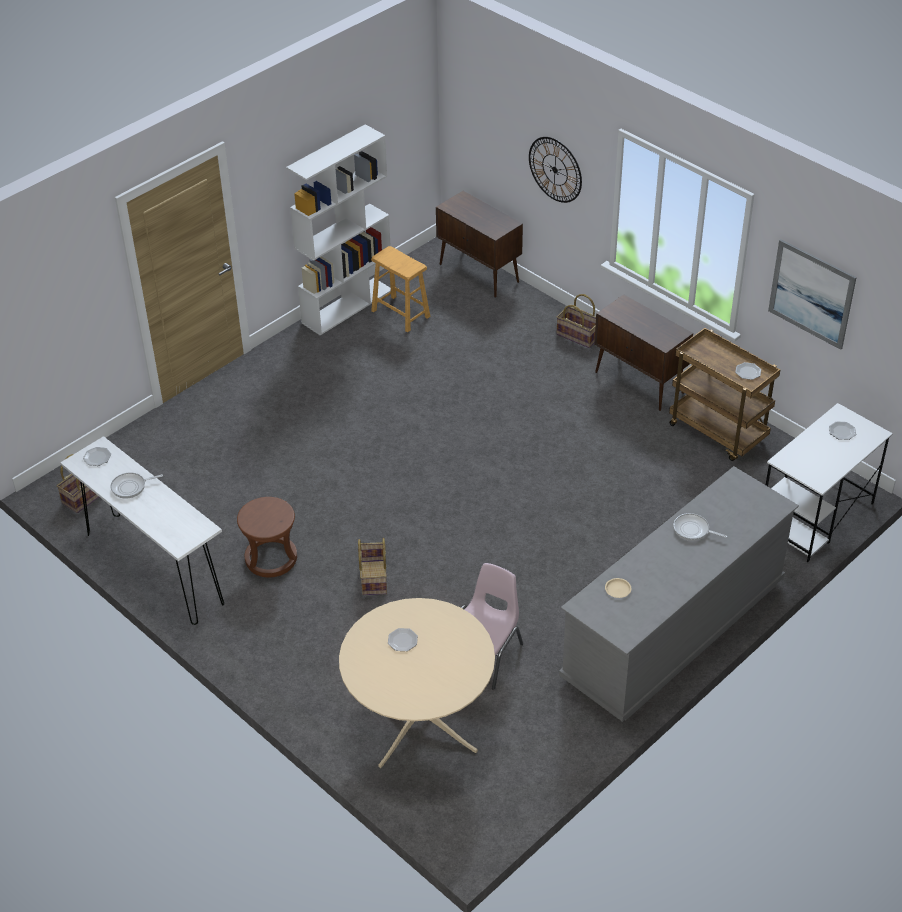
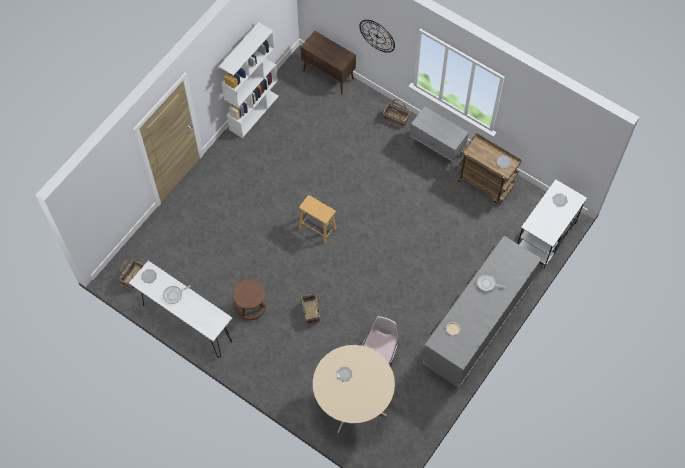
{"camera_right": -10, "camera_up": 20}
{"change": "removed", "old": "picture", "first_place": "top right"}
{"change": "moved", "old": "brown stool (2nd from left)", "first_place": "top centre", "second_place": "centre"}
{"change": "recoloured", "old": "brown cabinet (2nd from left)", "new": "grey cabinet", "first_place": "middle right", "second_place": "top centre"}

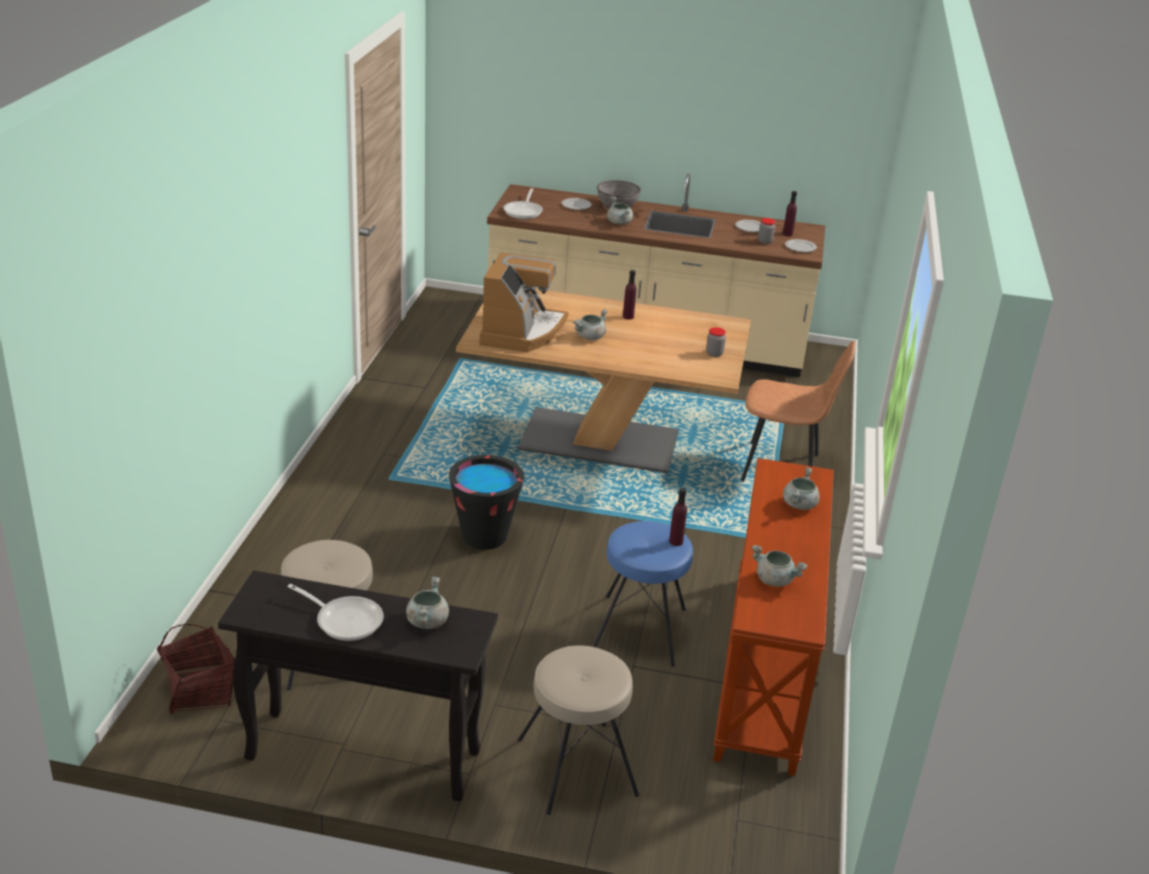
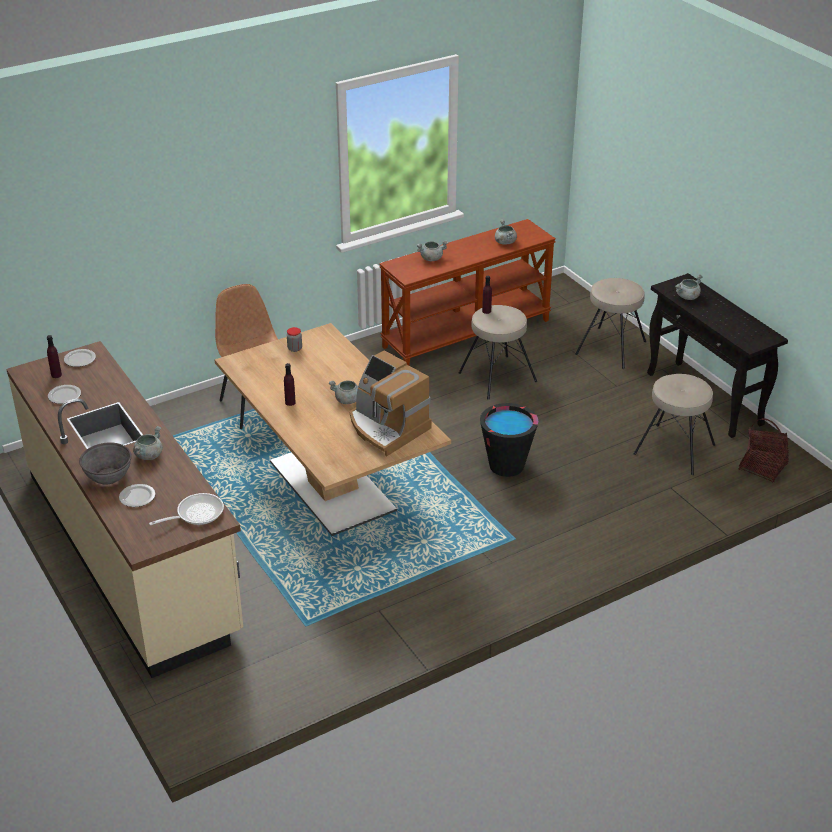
{"camera_right": -130, "camera_up": 5}
{"change": "removed", "old": "frying pan (1st from left)", "first_place": "bottom left"}
{"change": "removed", "old": "jar (2nd from left)", "first_place": "top right"}
{"change": "recoloured", "old": "blue stool", "new": "beige stool (1st from left)", "first_place": "bottom centre", "second_place": "centre"}
{"change": "turned", "old": "coffee machine", "first_place": "centre", "second_place": "centre", "degrees": -105}

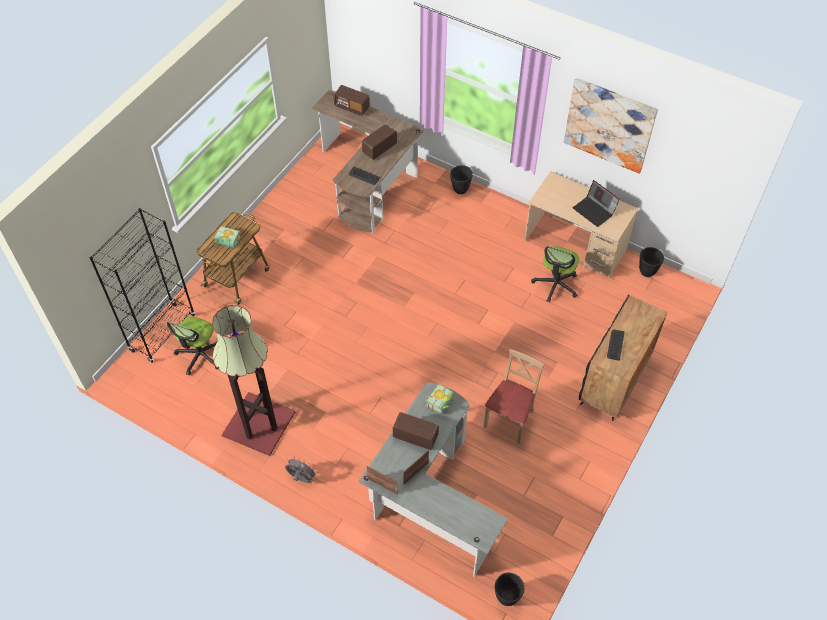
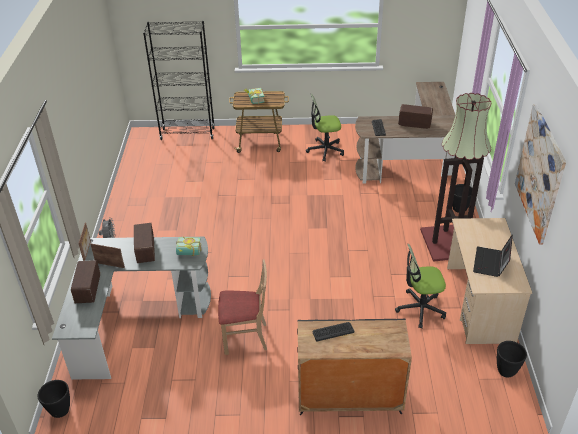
{"camera_right": 60, "camera_up": -15}
{"change": "moved", "old": "office chair (1st from left)", "first_place": "middle left", "second_place": "top centre"}
{"change": "moved", "old": "floor lamp", "first_place": "middle left", "second_place": "middle right"}
{"change": "moved", "old": "radio (1st from left)", "first_place": "top centre", "second_place": "middle left"}

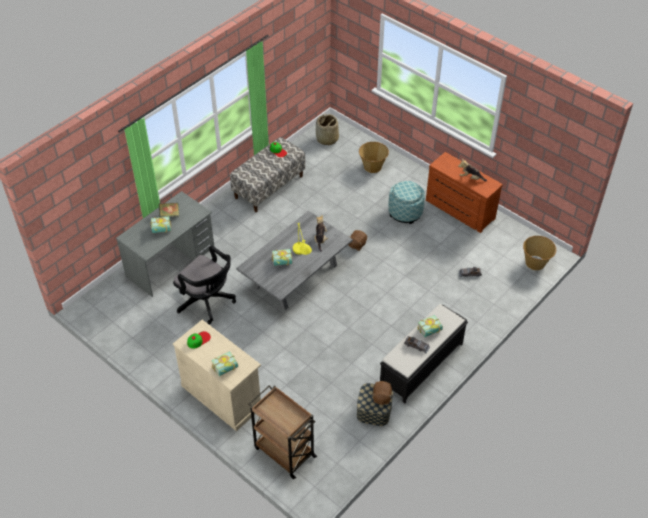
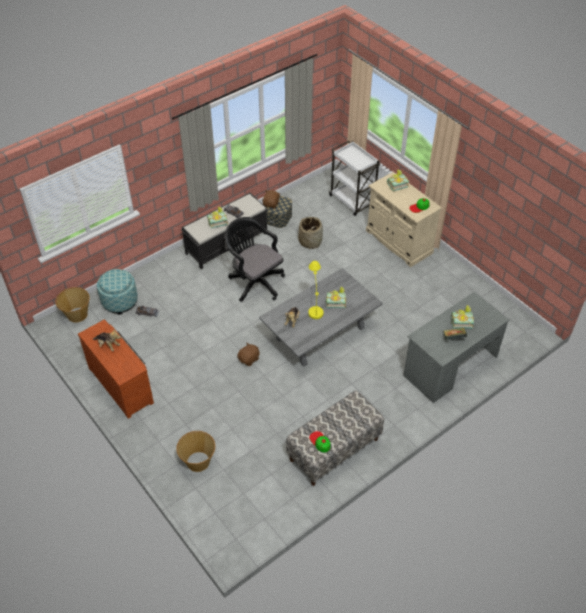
{"camera_right": -170, "camera_up": 0}
{"change": "moved", "old": "black office chair", "first_place": "middle left", "second_place": "centre"}
{"change": "moved", "old": "basket (1st from left in the first image)", "new": "basket (3rd from left)", "first_place": "top centre", "second_place": "centre"}
{"change": "moved", "old": "ottoman", "first_place": "centre", "second_place": "middle left"}
{"change": "recoloured", "old": "brown cart", "new": "white cart", "first_place": "bottom centre", "second_place": "top centre"}

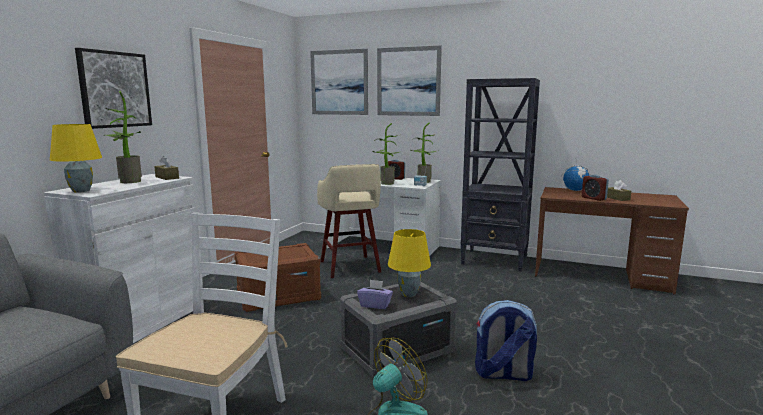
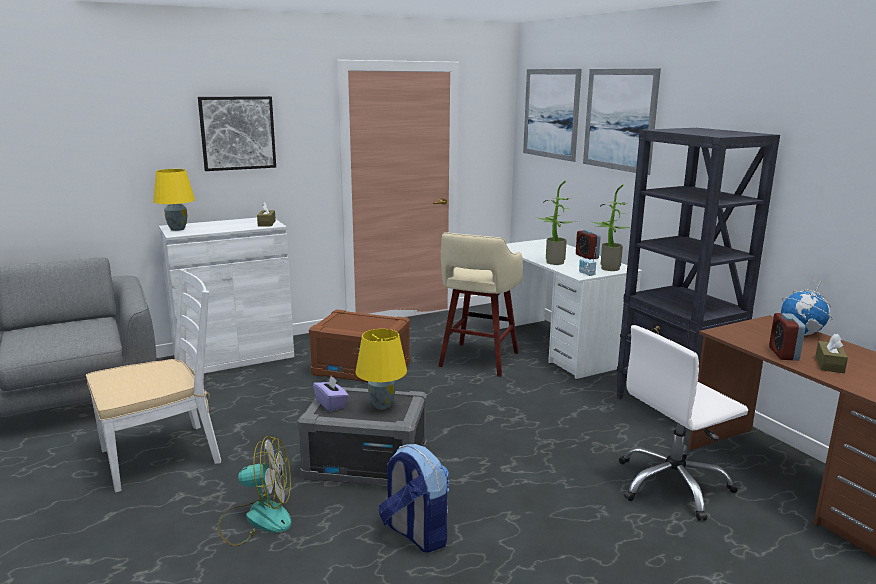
{"camera_right": 40, "camera_up": 5}
{"change": "removed", "old": "potted plant (1st from left)", "first_place": "top left"}
{"change": "added", "new": "white office chair", "second_place": "bottom right"}

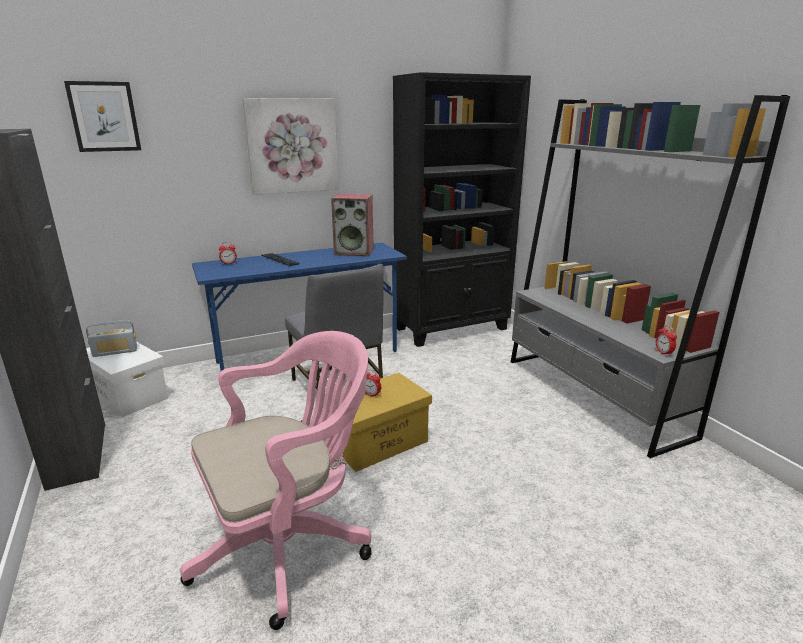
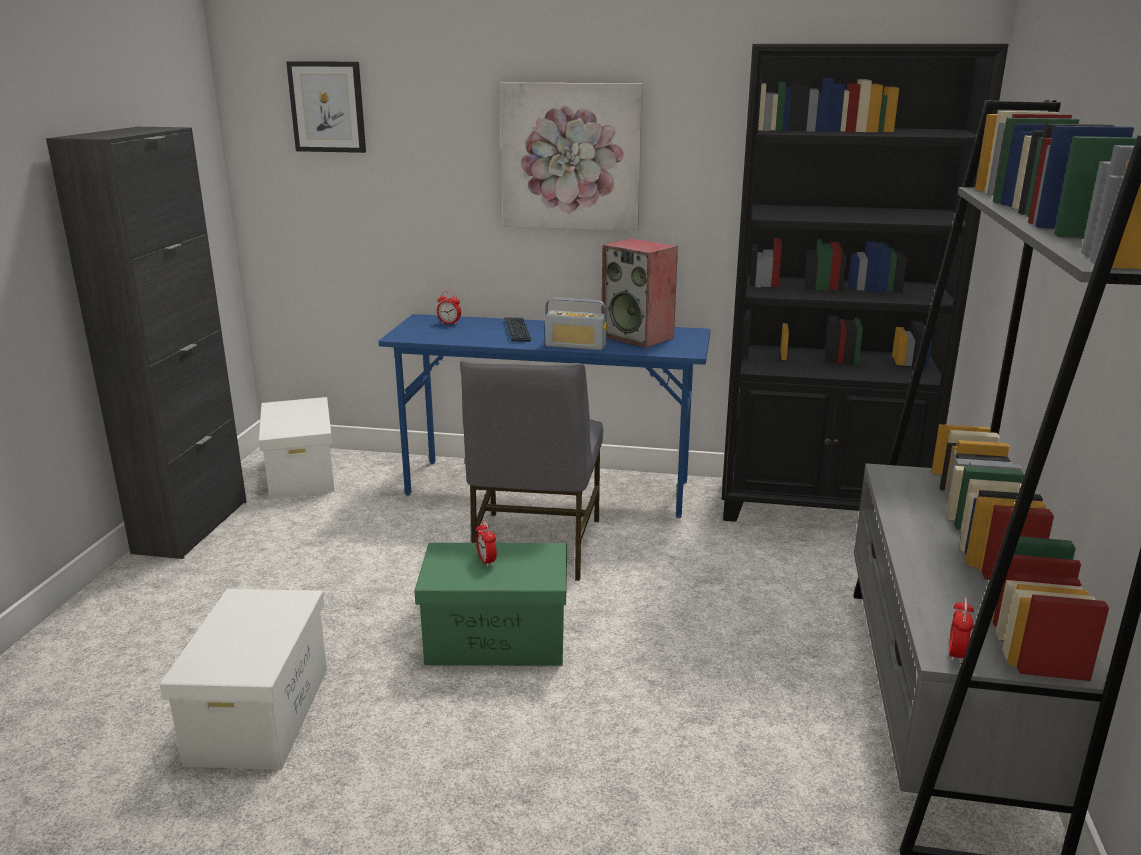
{"camera_right": 35, "camera_up": 0}
{"change": "moved", "old": "radio", "first_place": "middle left", "second_place": "centre"}
{"change": "replaced", "old": "pink office chair", "new": "white storage box (1st from left)", "first_place": "bottom centre", "second_place": "bottom left"}
{"change": "recoloured", "old": "yellow storage box", "new": "green storage box", "first_place": "centre", "second_place": "bottom centre"}

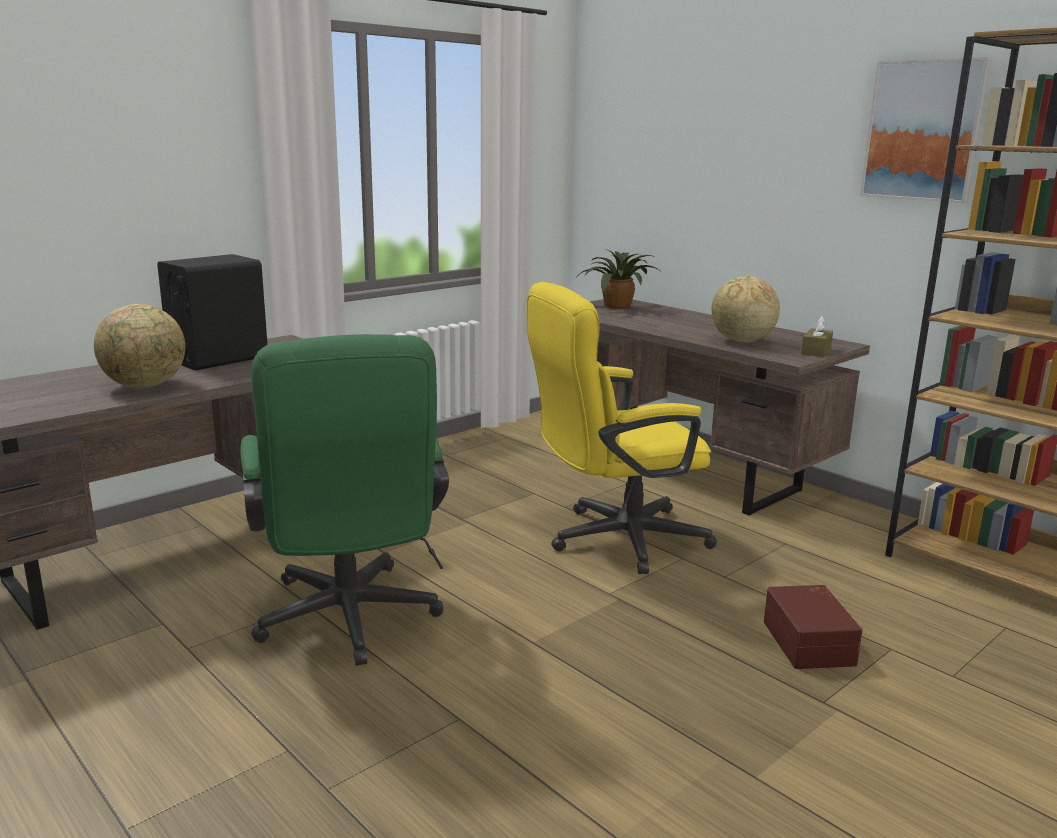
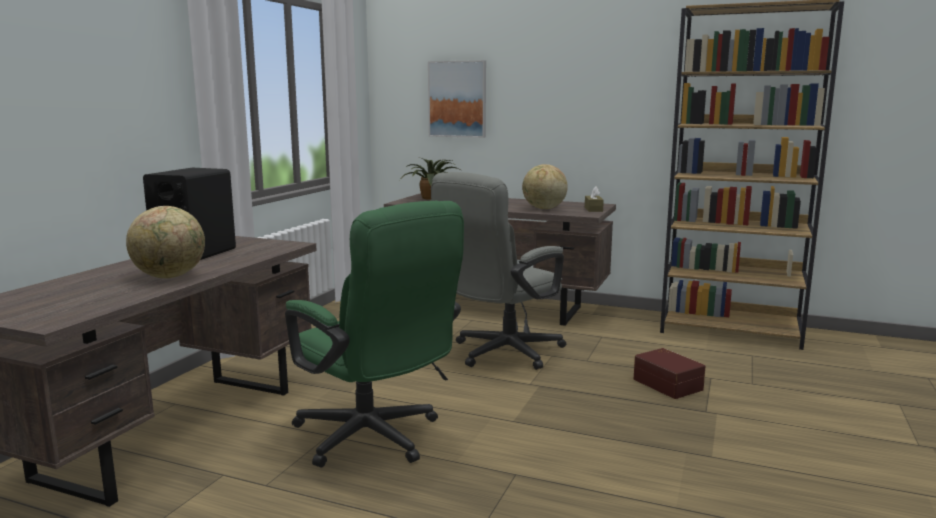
{"camera_right": -25, "camera_up": -5}
{"change": "moved", "old": "picture", "first_place": "top right", "second_place": "top centre"}
{"change": "recoloured", "old": "yellow office chair", "new": "grey office chair", "first_place": "centre", "second_place": "centre"}

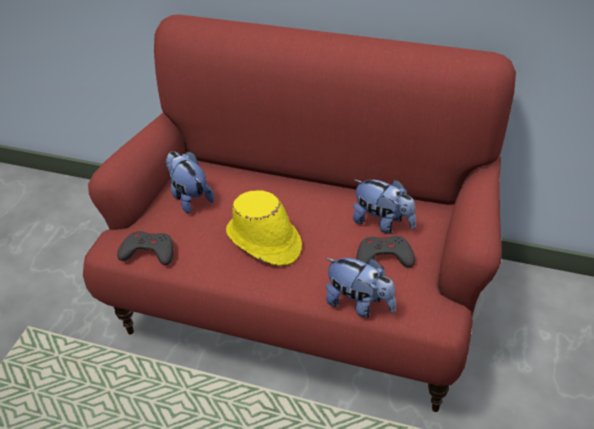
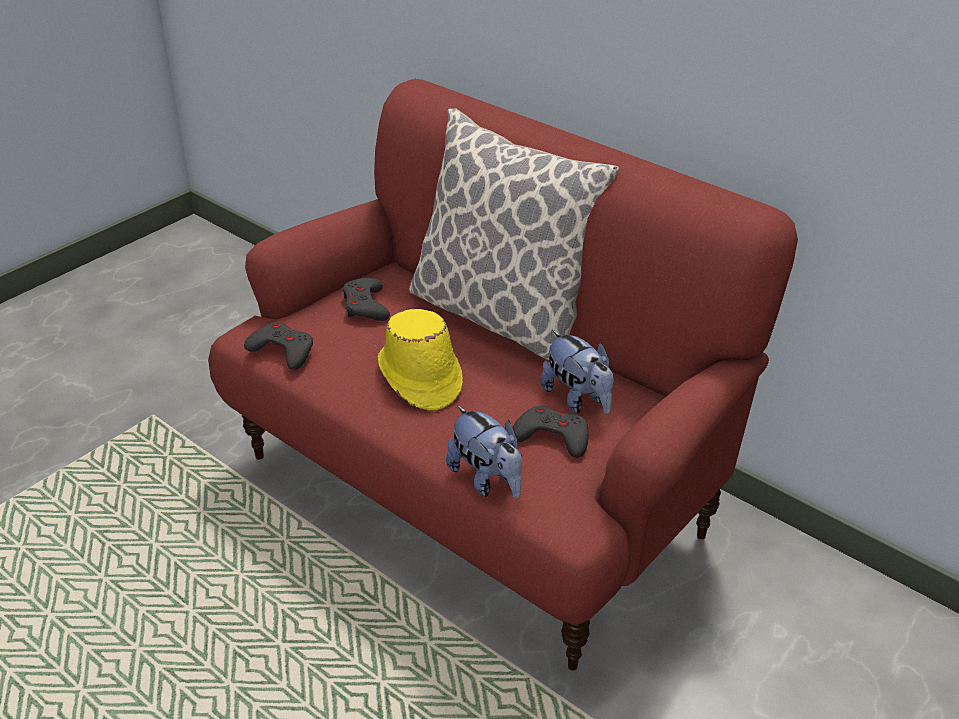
{"camera_right": 20, "camera_up": -5}
{"change": "added", "new": "pillow", "second_place": "top centre"}
{"change": "replaced", "old": "plush toy (1st from left)", "new": "grey game controller (2nd from left)", "first_place": "middle left", "second_place": "centre"}

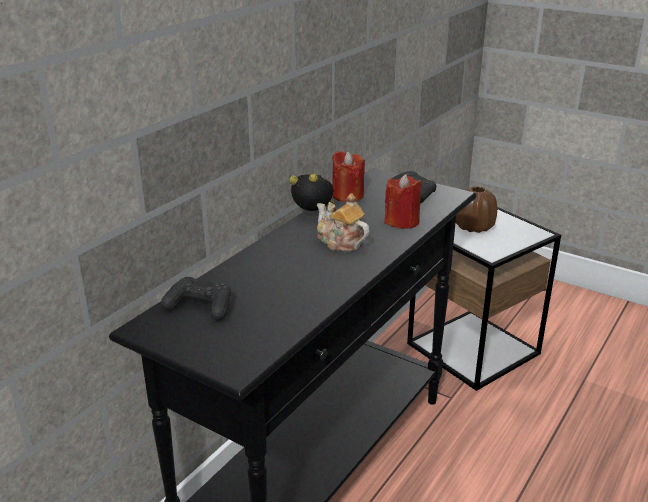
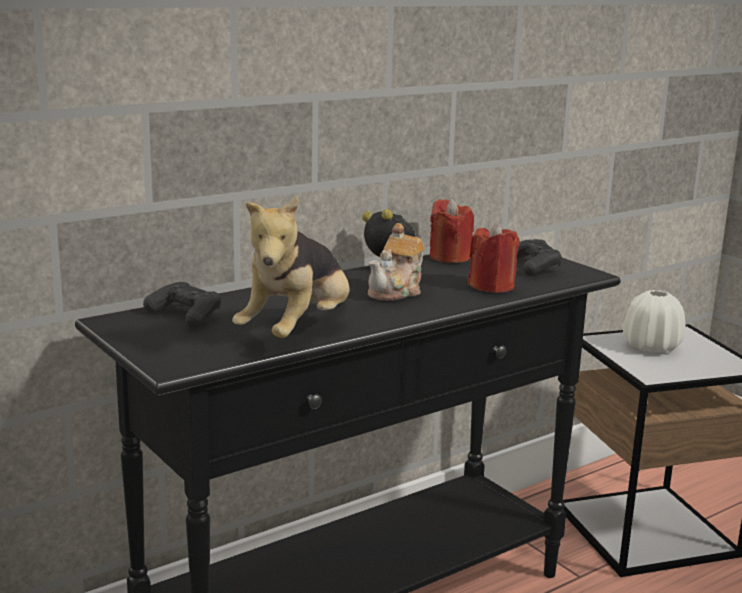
{"camera_right": 20, "camera_up": -10}
{"change": "added", "new": "plush toy", "second_place": "centre"}
{"change": "recoloured", "old": "brown vase", "new": "white vase", "first_place": "middle right", "second_place": "middle right"}
{"change": "turned", "old": "teapot", "first_place": "centre", "second_place": "centre", "degrees": -120}

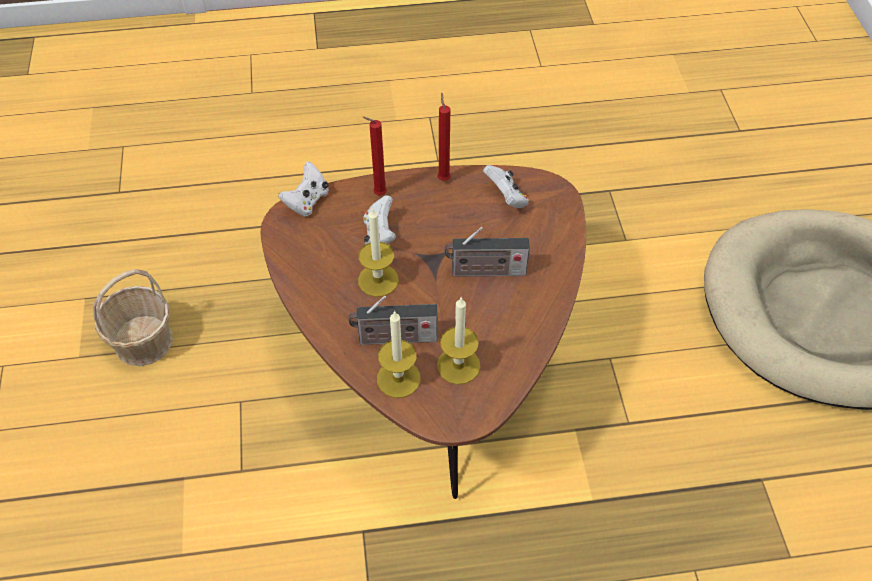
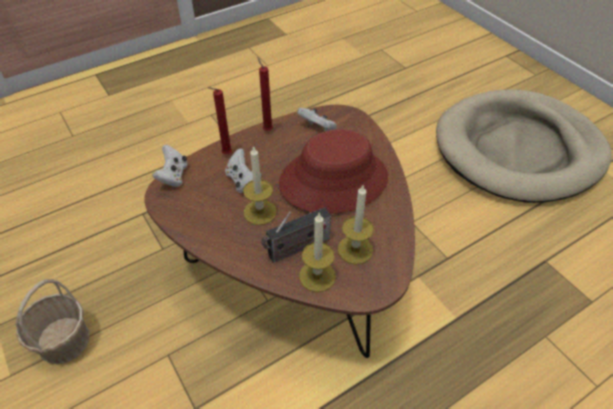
{"camera_right": -25, "camera_up": -5}
{"change": "replaced", "old": "radio (2nd from left)", "new": "red hat", "first_place": "centre", "second_place": "centre"}

